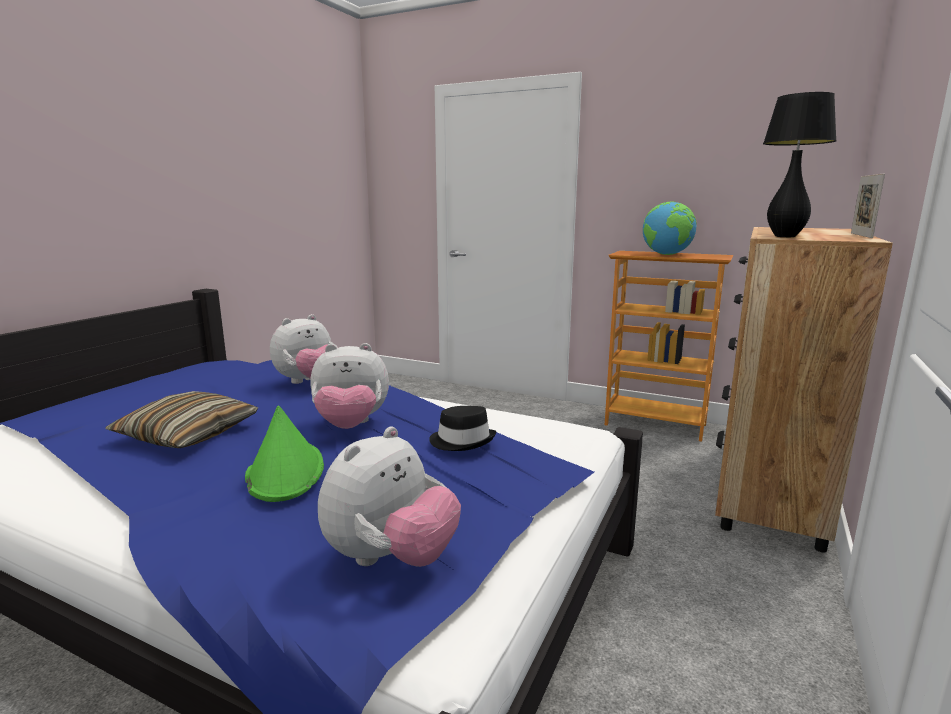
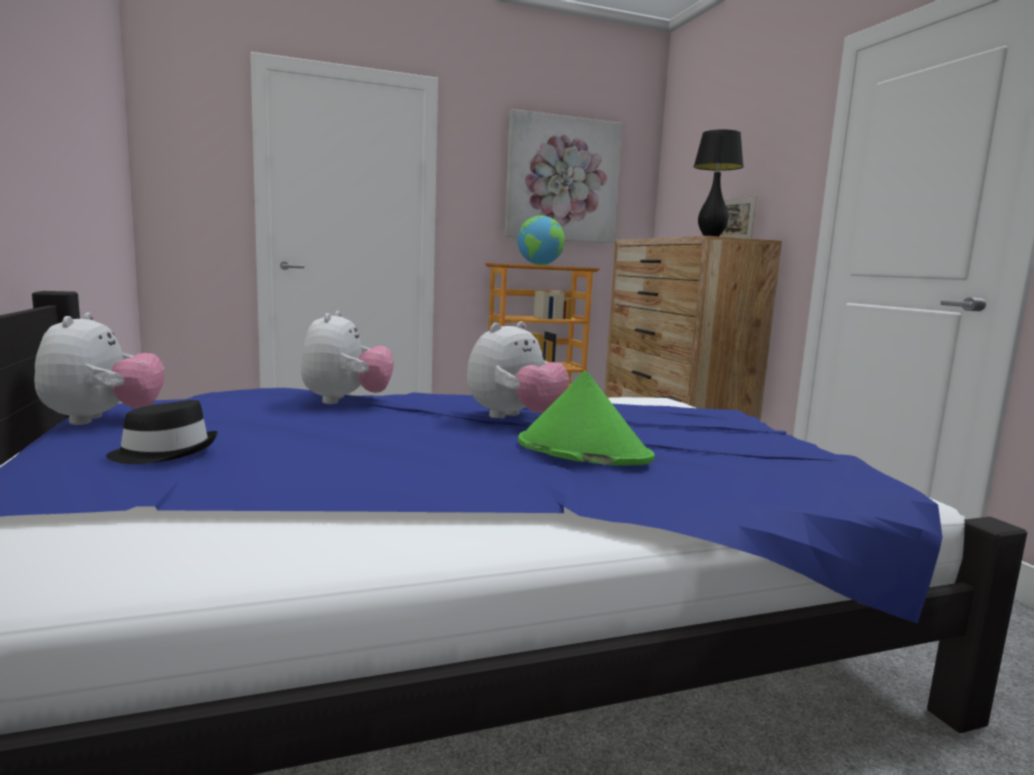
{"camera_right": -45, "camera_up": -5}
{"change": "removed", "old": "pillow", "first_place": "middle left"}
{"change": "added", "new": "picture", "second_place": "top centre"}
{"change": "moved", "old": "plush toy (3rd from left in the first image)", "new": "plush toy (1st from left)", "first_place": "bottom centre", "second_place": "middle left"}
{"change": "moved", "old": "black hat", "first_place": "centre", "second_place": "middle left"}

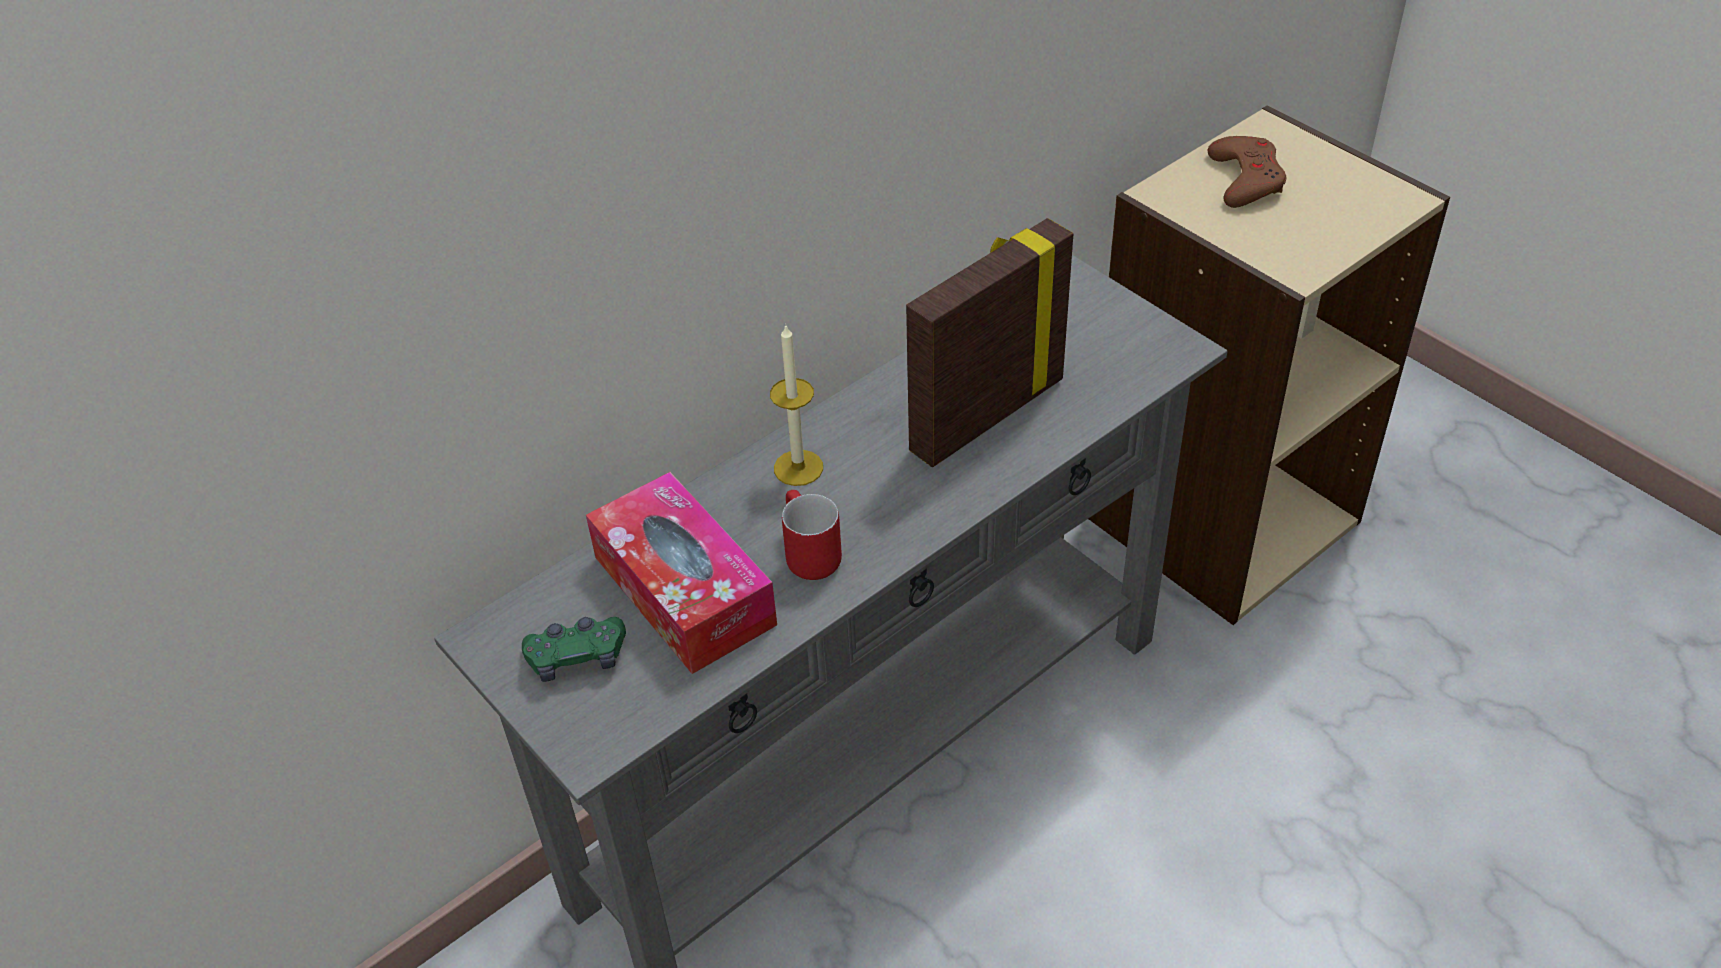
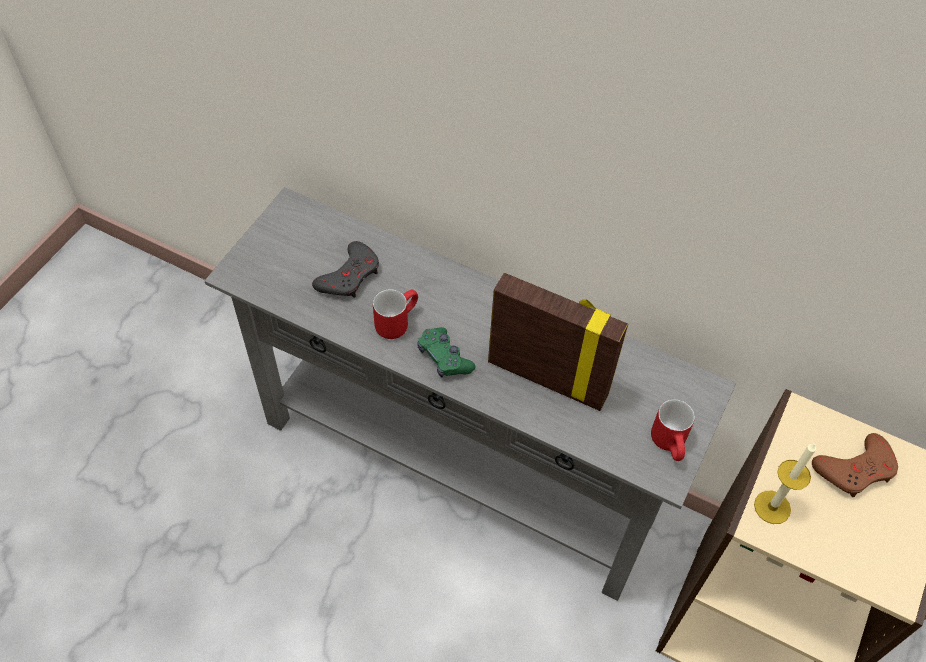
{"camera_right": 65, "camera_up": 10}
{"change": "added", "new": "red mug (2nd from left)", "second_place": "middle right"}
{"change": "moved", "old": "green game controller", "first_place": "bottom centre", "second_place": "centre"}
{"change": "moved", "old": "candle", "first_place": "centre", "second_place": "bottom right"}
{"change": "replaced", "old": "tissue box", "new": "grey game controller", "first_place": "centre", "second_place": "centre"}

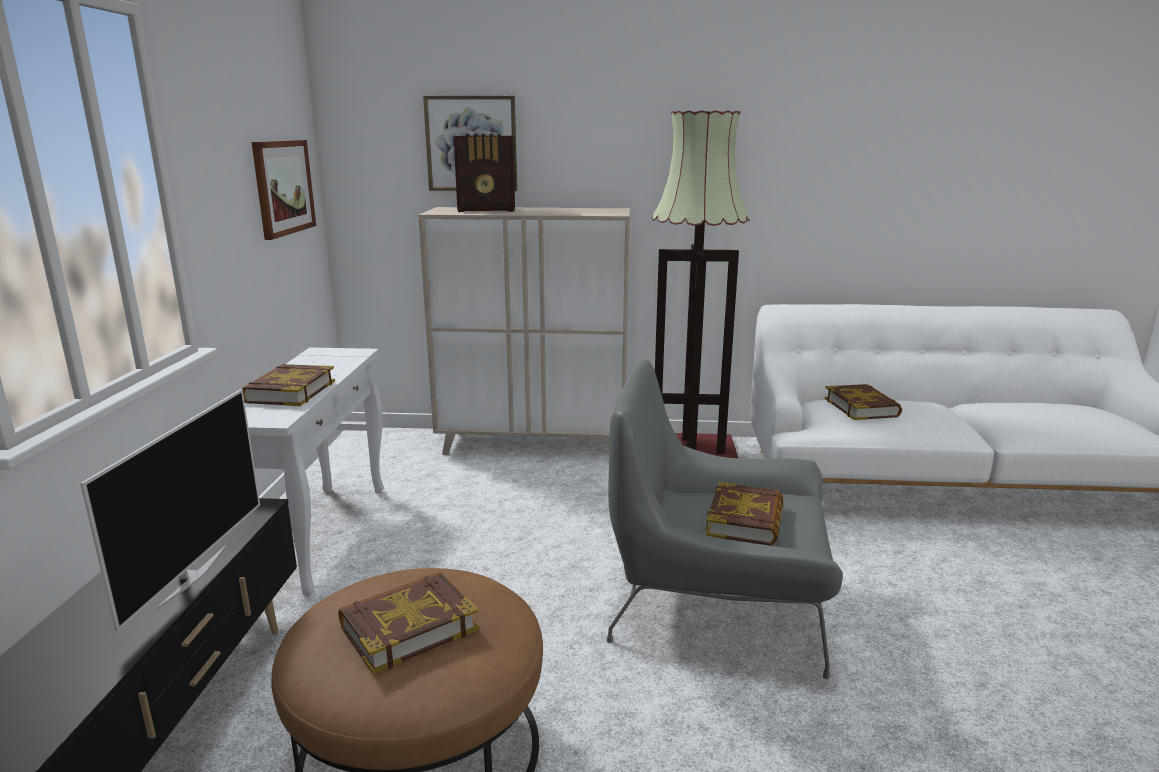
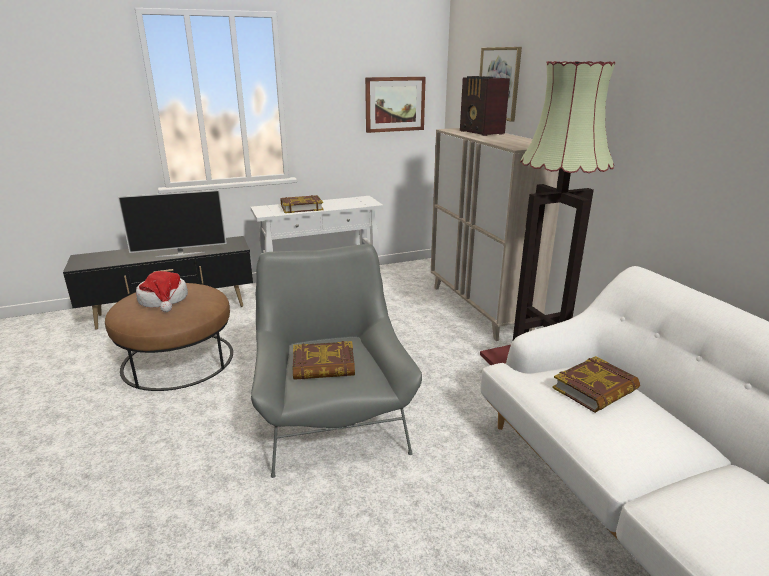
{"camera_right": 65, "camera_up": 5}
{"change": "replaced", "old": "book (2nd from left)", "new": "hat", "first_place": "bottom centre", "second_place": "middle left"}

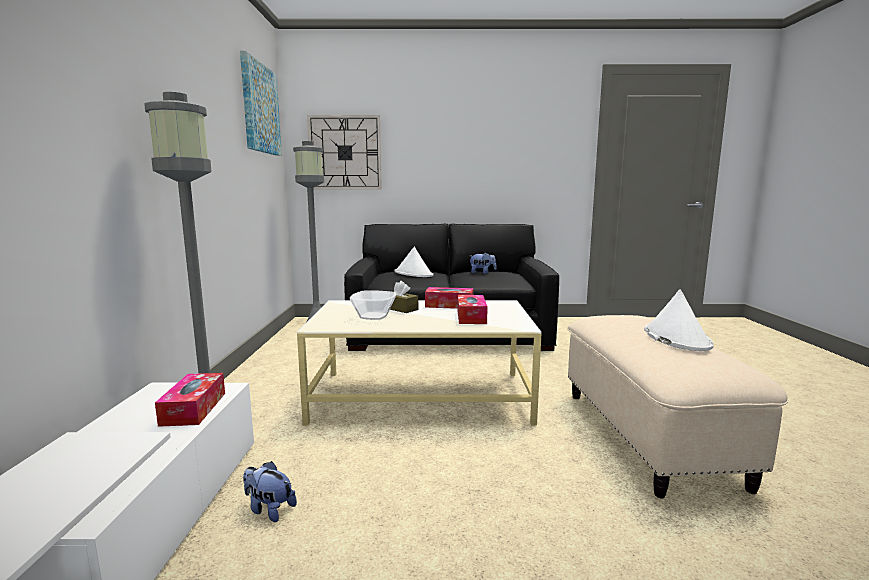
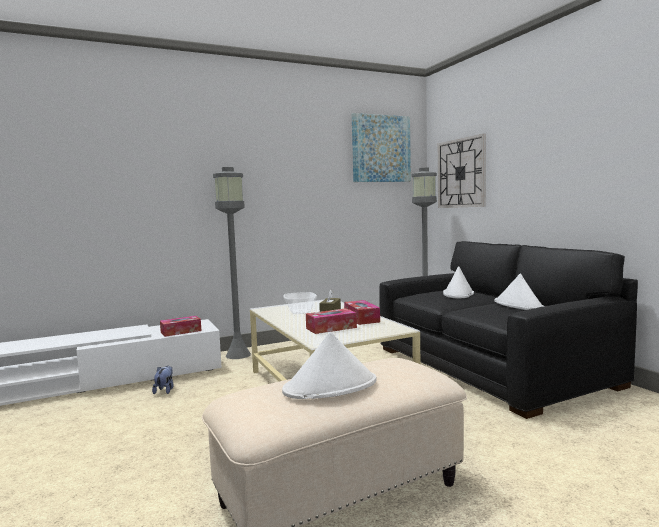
{"camera_right": 65, "camera_up": -5}
{"change": "replaced", "old": "plush toy (2nd from left)", "new": "white hat (3rd from left)", "first_place": "centre", "second_place": "middle right"}

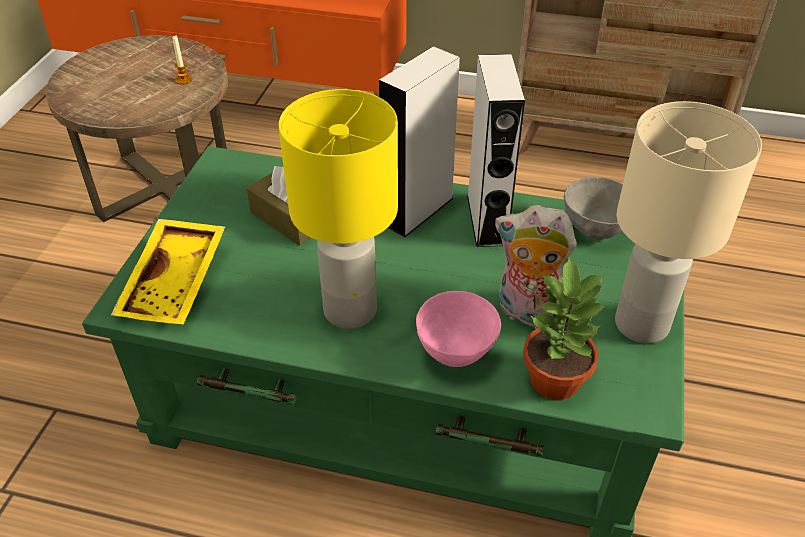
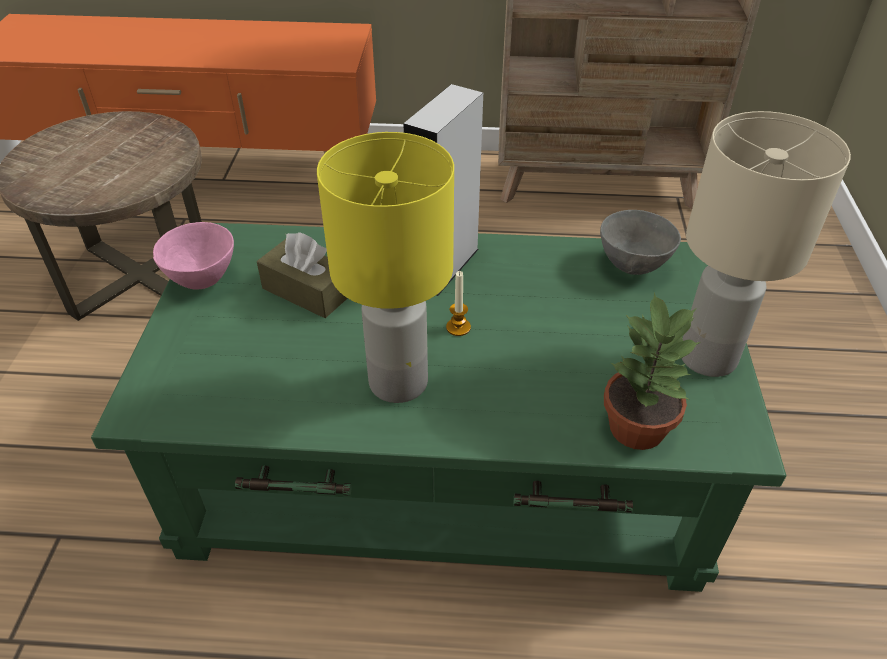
{"camera_right": -10, "camera_up": 0}
{"change": "removed", "old": "yellow tray", "first_place": "middle left"}
{"change": "removed", "old": "grey speaker (2nd from left)", "first_place": "top centre"}
{"change": "removed", "old": "plush toy", "first_place": "centre"}
{"change": "moved", "old": "candle", "first_place": "top left", "second_place": "centre"}
{"change": "moved", "old": "pink bowl", "first_place": "centre", "second_place": "middle left"}

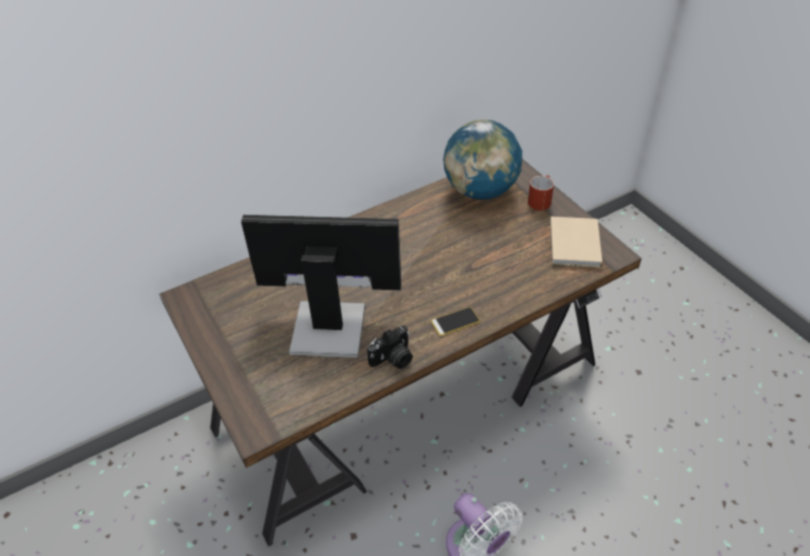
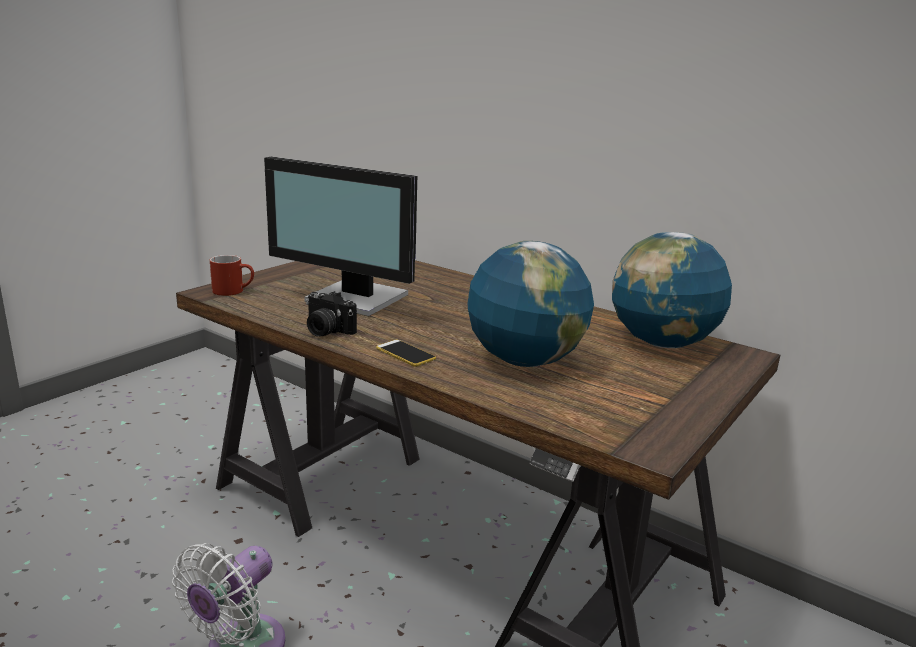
{"camera_right": 65, "camera_up": -25}
{"change": "removed", "old": "beige book", "first_place": "middle right"}
{"change": "added", "new": "globe (1st from left)", "second_place": "centre"}
{"change": "moved", "old": "red mug", "first_place": "middle right", "second_place": "middle left"}
{"change": "turned", "old": "monitor", "first_place": "centre", "second_place": "centre", "degrees": 135}

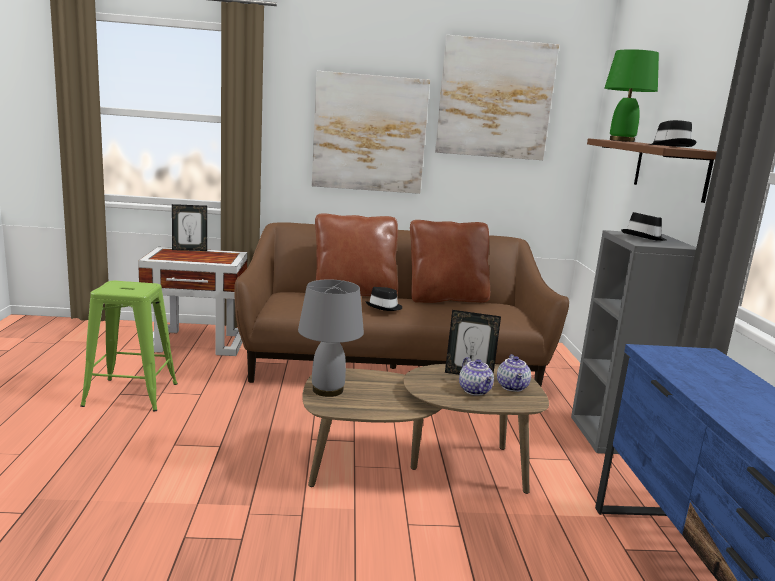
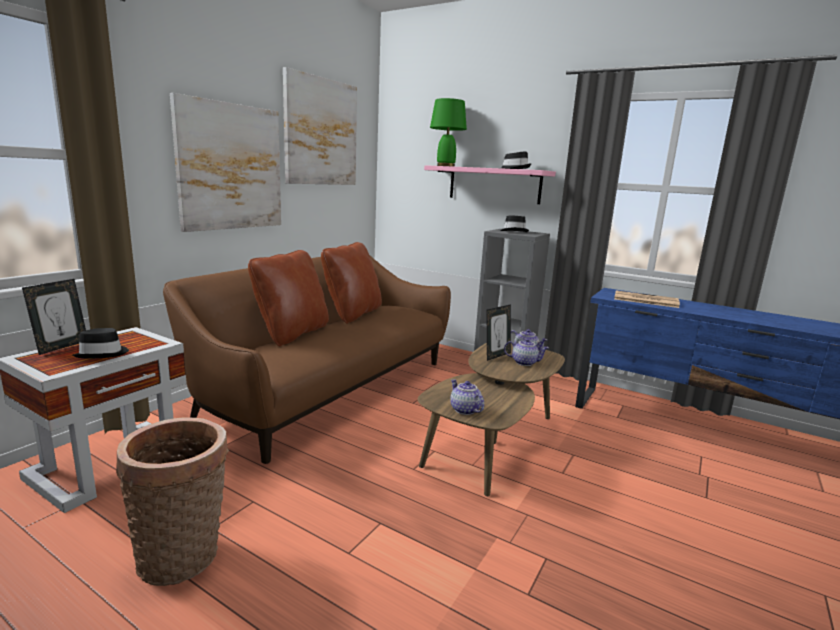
{"camera_right": -55, "camera_up": 0}
{"change": "added", "new": "newspaper", "second_place": "middle right"}
{"change": "moved", "old": "black hat (1st from left)", "first_place": "centre", "second_place": "middle left"}
{"change": "replaced", "old": "green stool", "new": "basket", "first_place": "middle left", "second_place": "bottom left"}
{"change": "replaced", "old": "grey table lamp", "new": "teapot (1st from left)", "first_place": "centre", "second_place": "centre"}
{"change": "recoloured", "old": "brown shelf", "new": "pink shelf", "first_place": "top right", "second_place": "top centre"}

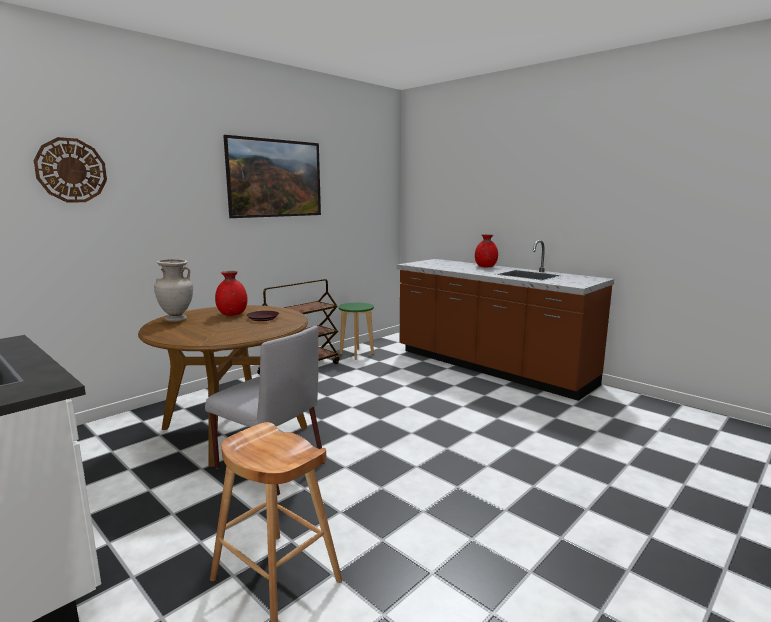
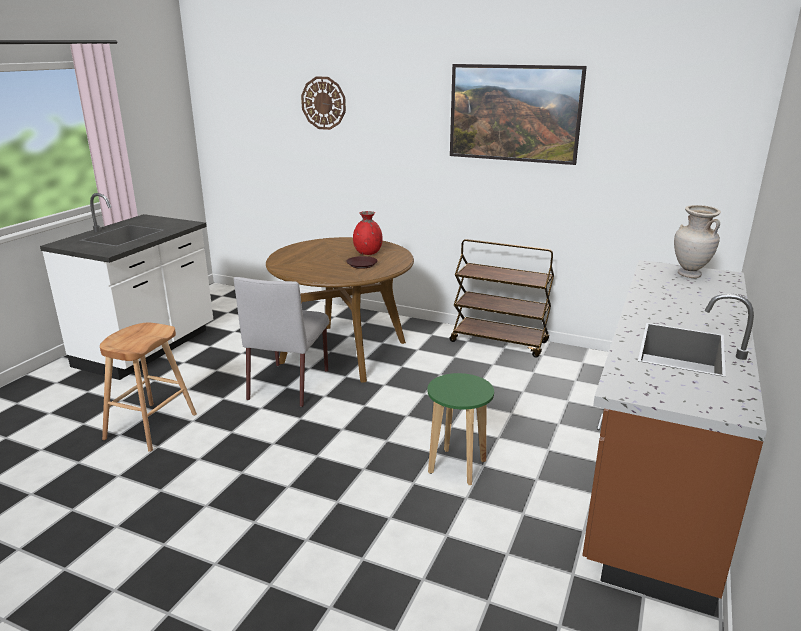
{"camera_right": 70, "camera_up": 10}
{"change": "removed", "old": "red vase (2nd from left)", "first_place": "centre"}
{"change": "moved", "old": "beige vase", "first_place": "middle left", "second_place": "middle right"}
{"change": "moved", "old": "green stool", "first_place": "centre", "second_place": "bottom centre"}

